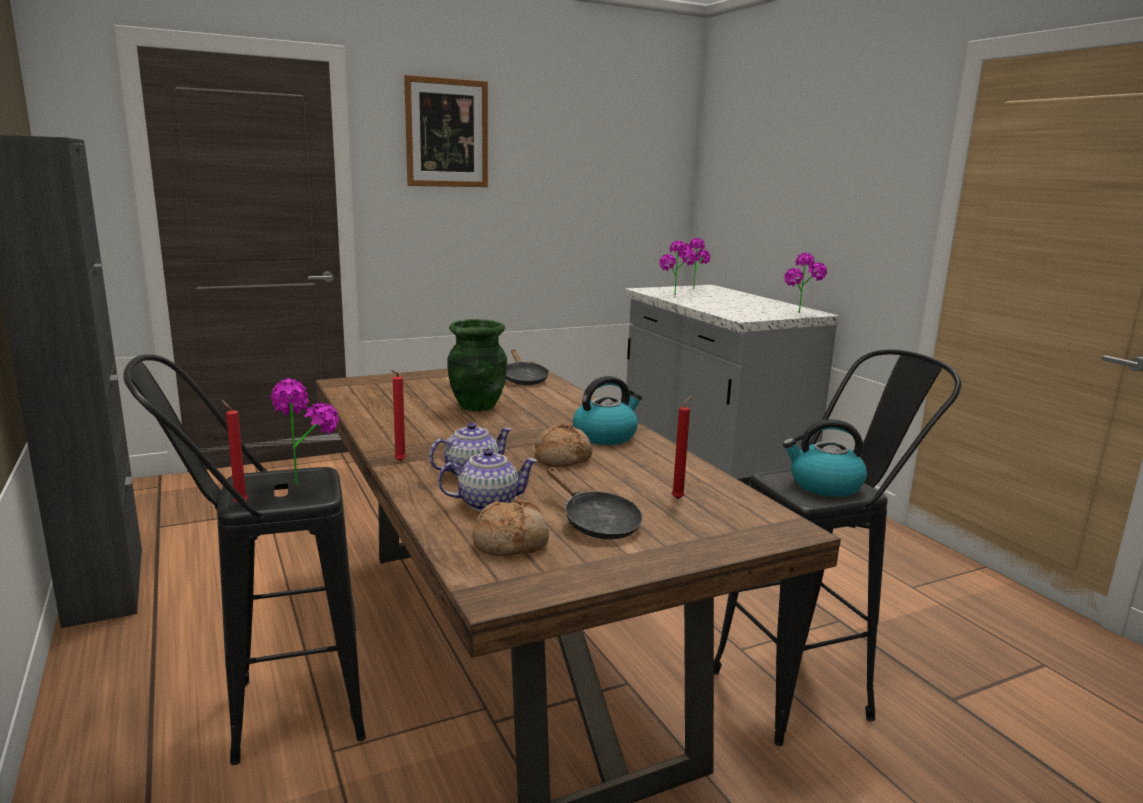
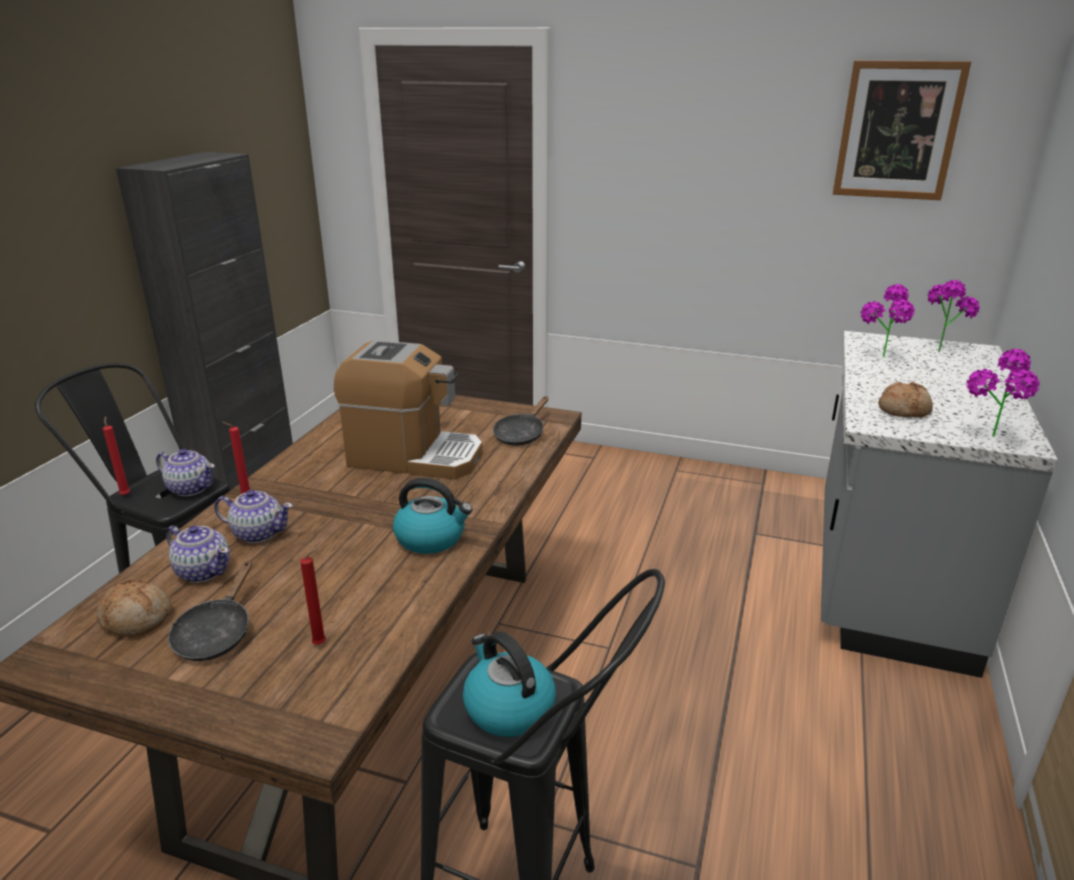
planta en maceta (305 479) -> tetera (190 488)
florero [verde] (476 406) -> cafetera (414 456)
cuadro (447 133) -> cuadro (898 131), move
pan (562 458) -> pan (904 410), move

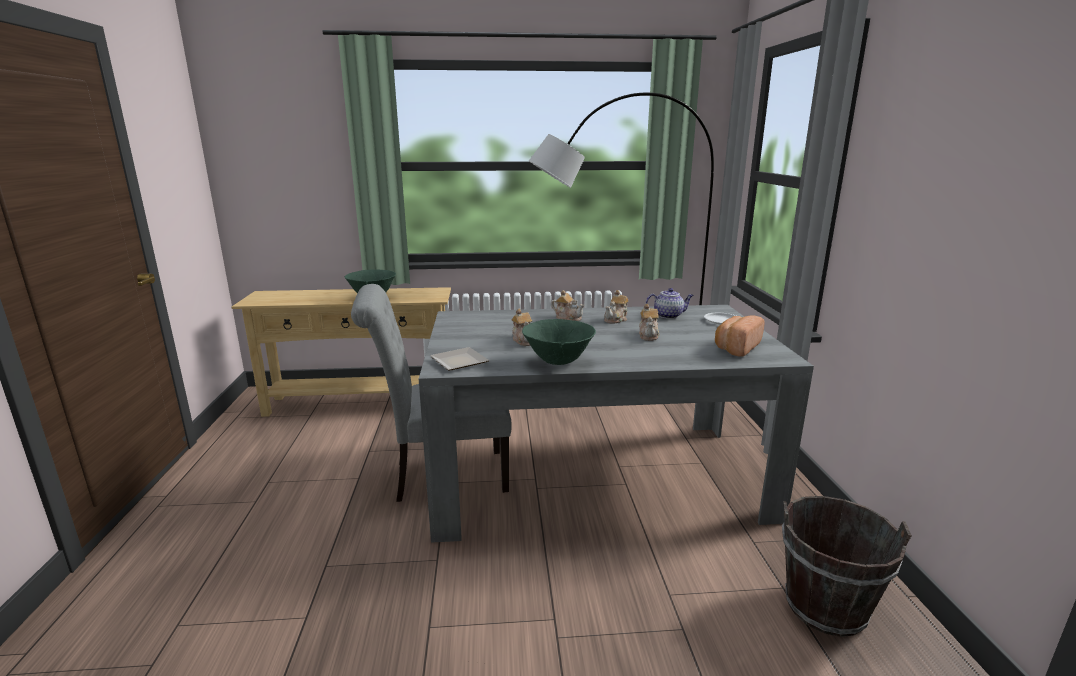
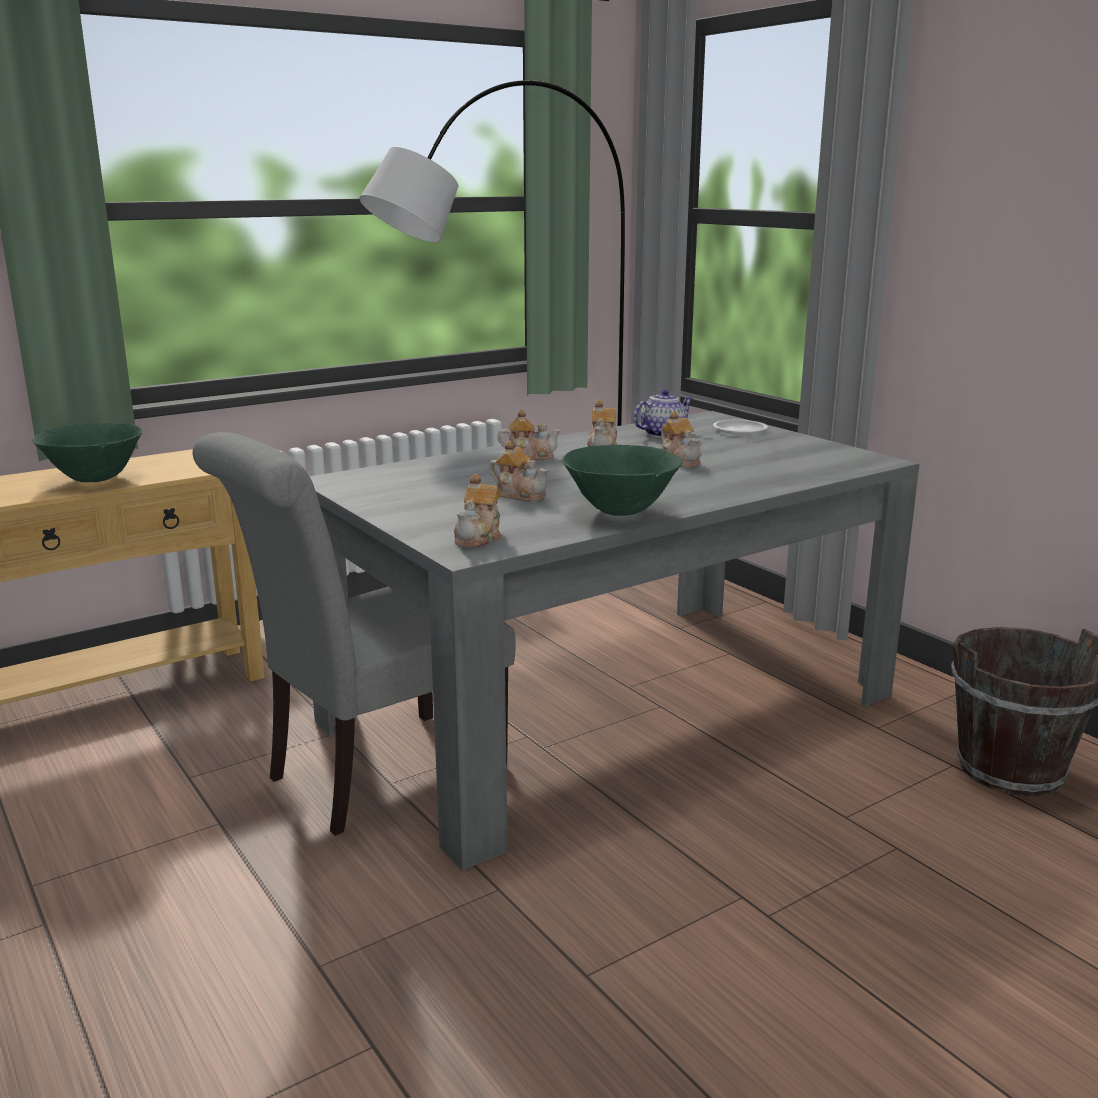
plato (461 362) -> tetera (479 538)
pan (736 348) -> none

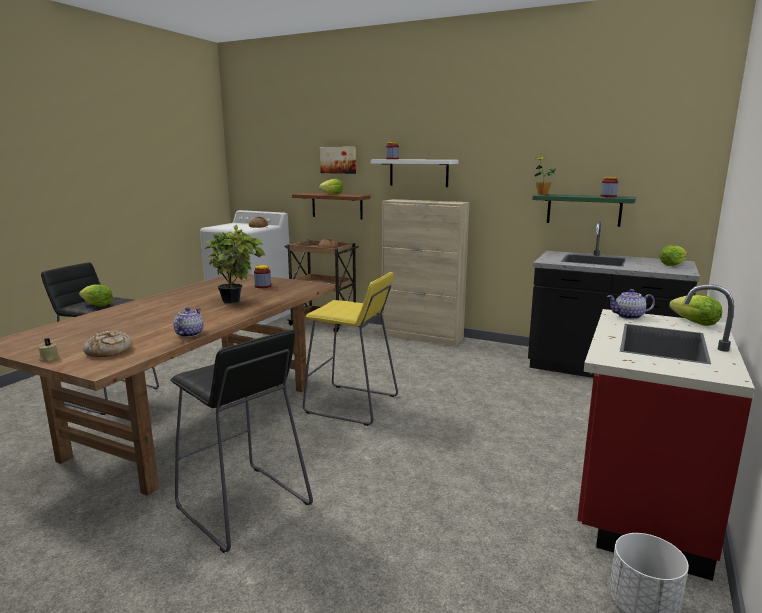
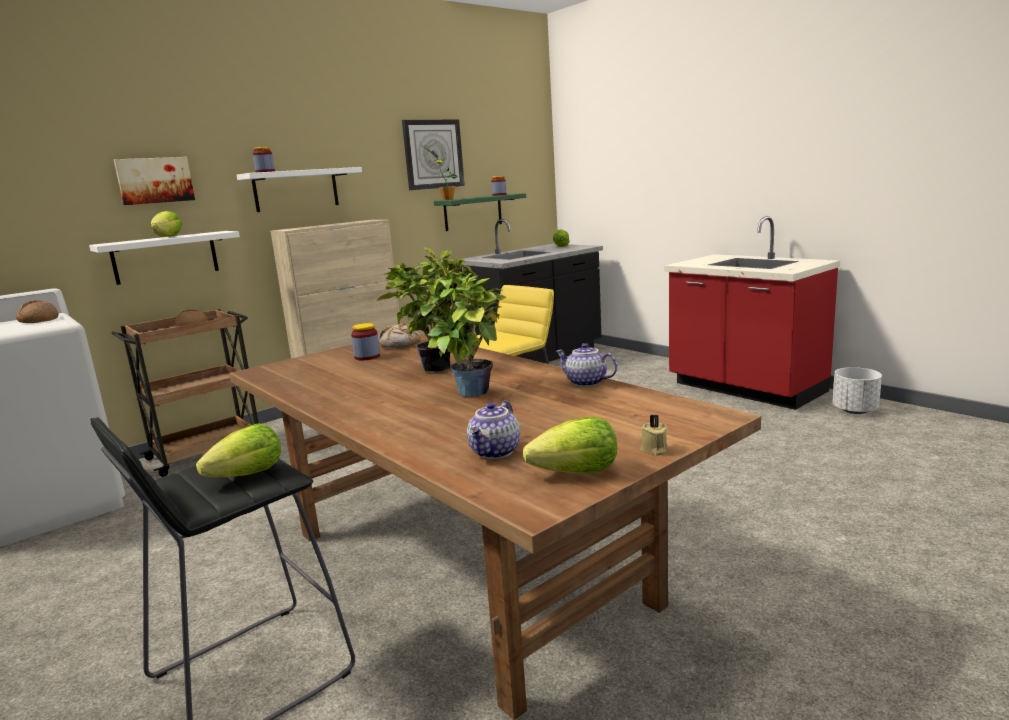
estante [marrón] (337 206) -> estante [blanco] (165 257)
pan (108 351) -> pan (400 344), move
none -> planta en maceta (464 393)
none -> reloj de pared (433 154)
tetera (628 317) -> tetera (496 452), move
lechuga (695 323) -> lechuga (577 473), move
taburete [negro] (242 506) -> none

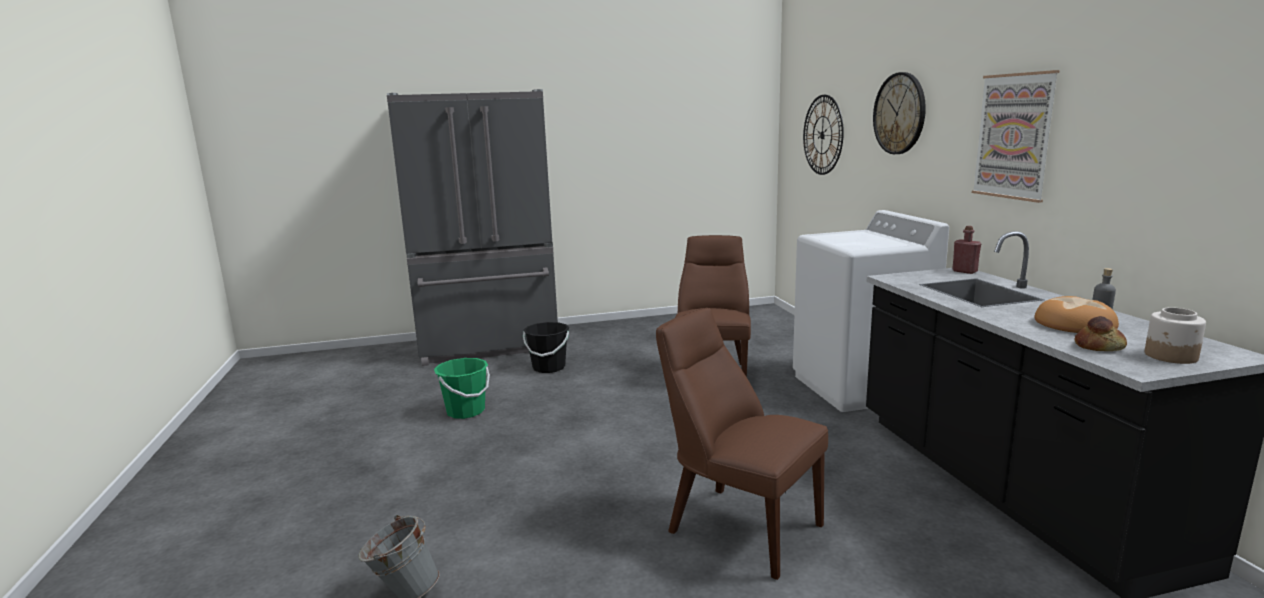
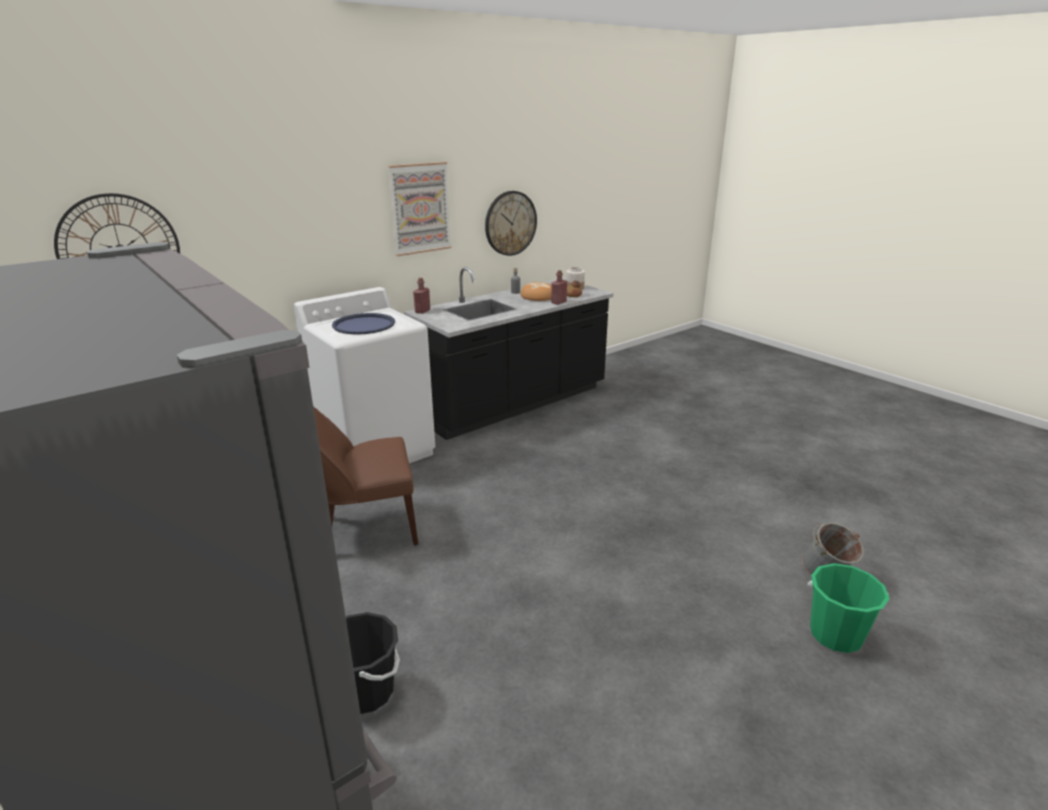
none -> bandeja [azul] (363 325)
reloj de pared (899 113) -> reloj de pared (510 223), move
none -> botella [rojo] (558 302)
cubo [verde] (465 411) -> cubo [verde] (836 635), move
silla [marrón] (738 526) -> none

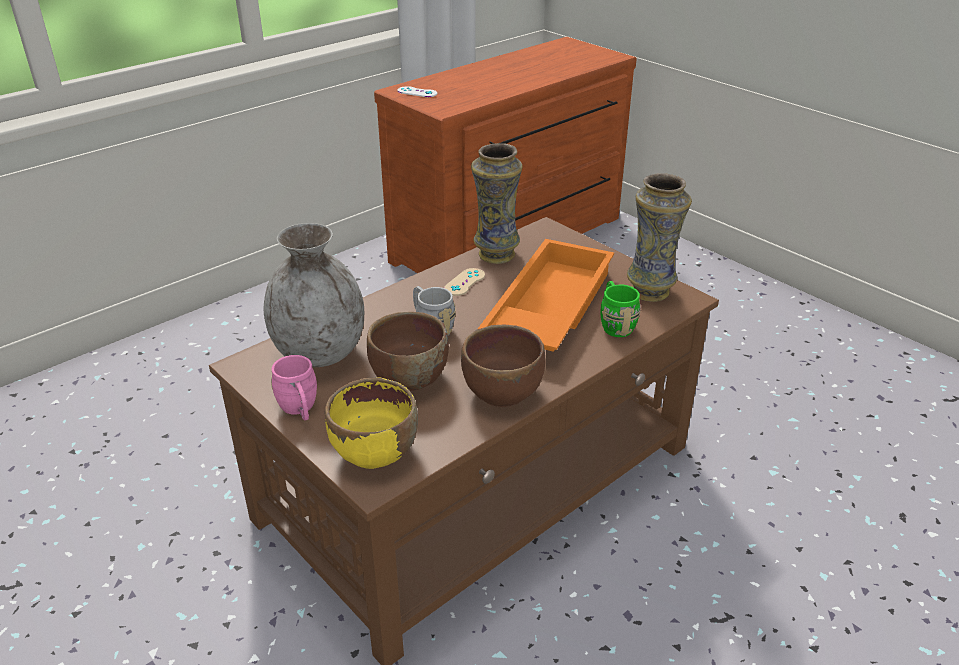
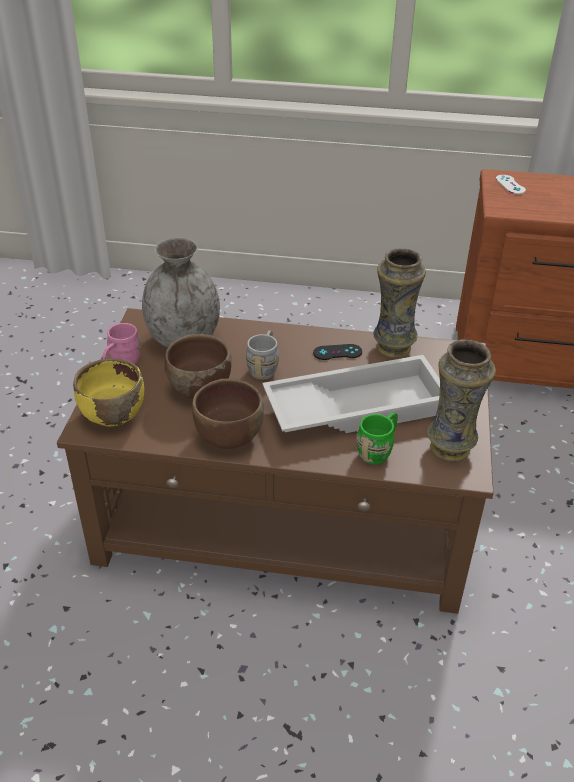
bandeja [naranja] (547 308) -> bandeja [blanco] (356 406)
mando de consola [beis] (464 282) -> mando de consola [negro] (337 352)

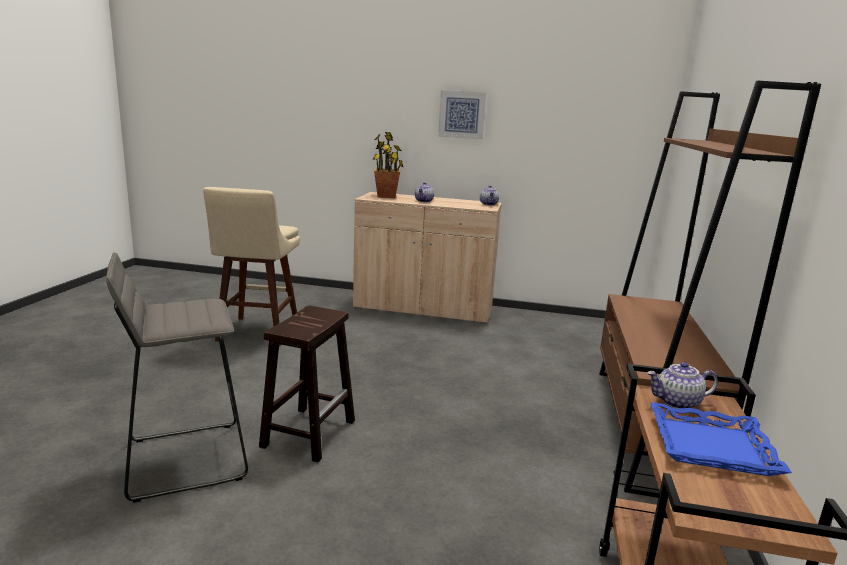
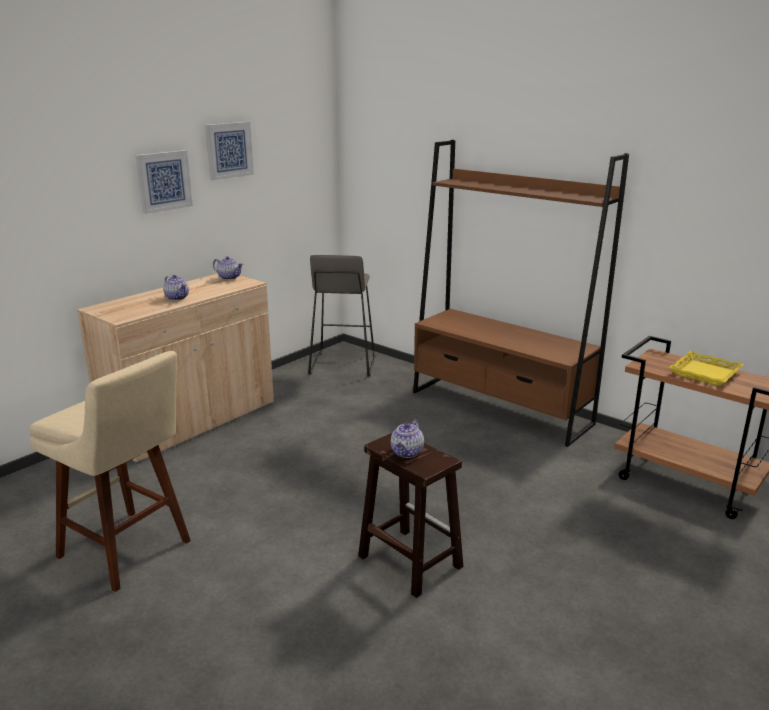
none -> cuadro (229 150)
taburete [gris] (186 459) -> taburete [gris] (342 364), move
tetera (677 402) -> tetera (407 452), move
bandeja [azul] (711 447) -> bandeja [amarillo] (705 373)
planta en maceta (386 196) -> none

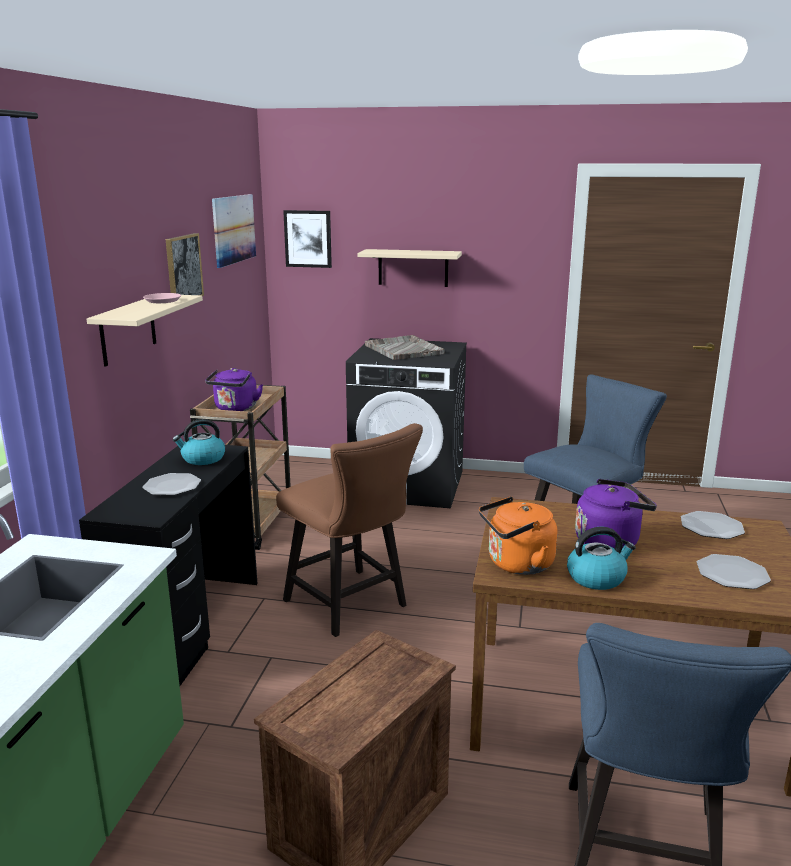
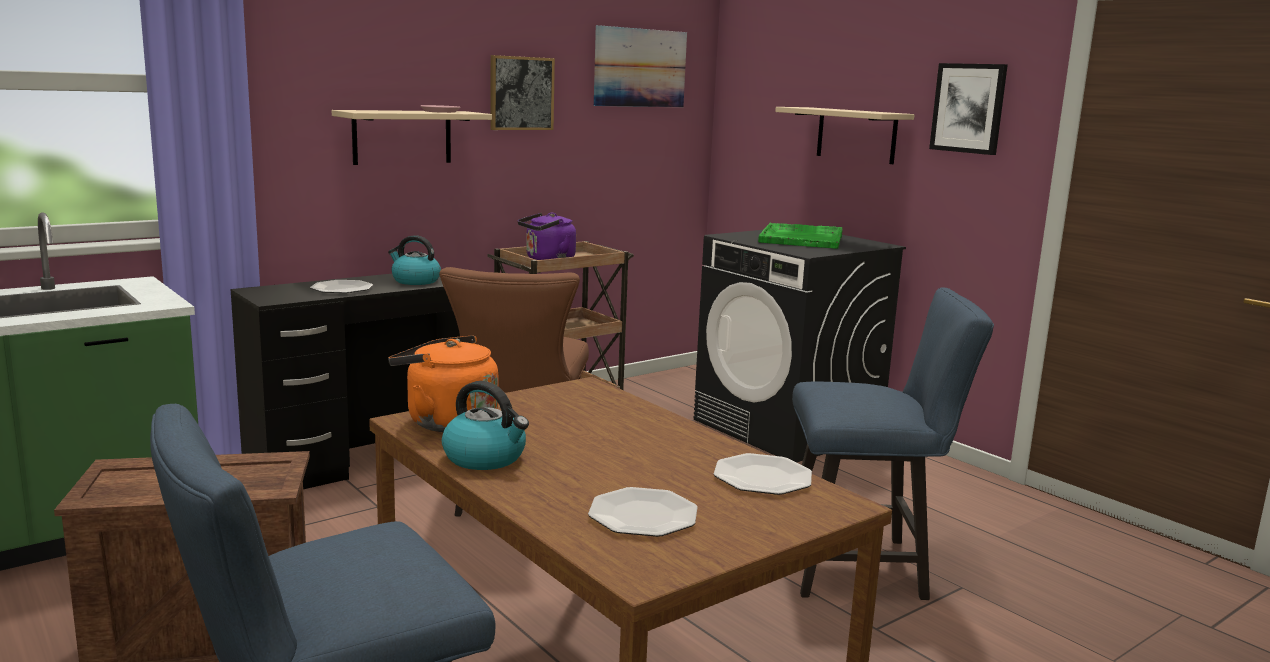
bandeja [gris] (403 349) -> bandeja [verde] (802 238)
cuadro (308 238) -> cuadro (968 108), move
hervidor [morado] (610 541) -> none

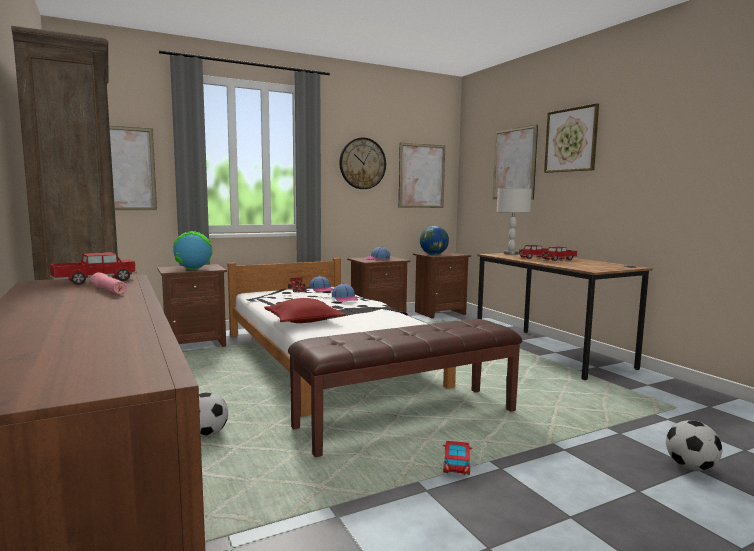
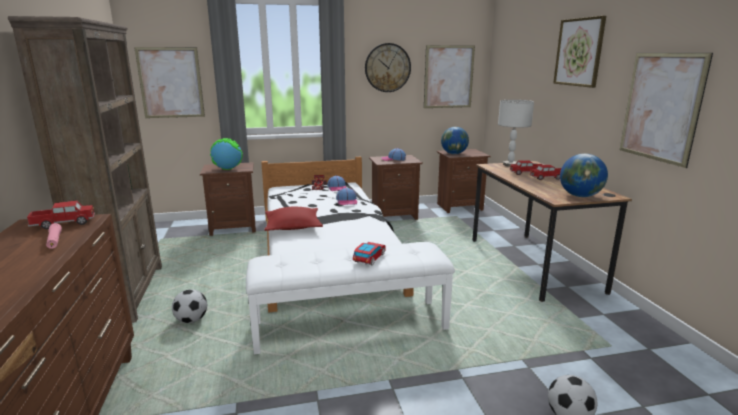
banco [marrón] (407 418) -> banco [blanco] (350 325)
coche de juguete (456 465) -> coche de juguete (369 258), move
none -> globo terráqueo (580 196)
cuadro (514 164) -> cuadro (661 107), move

